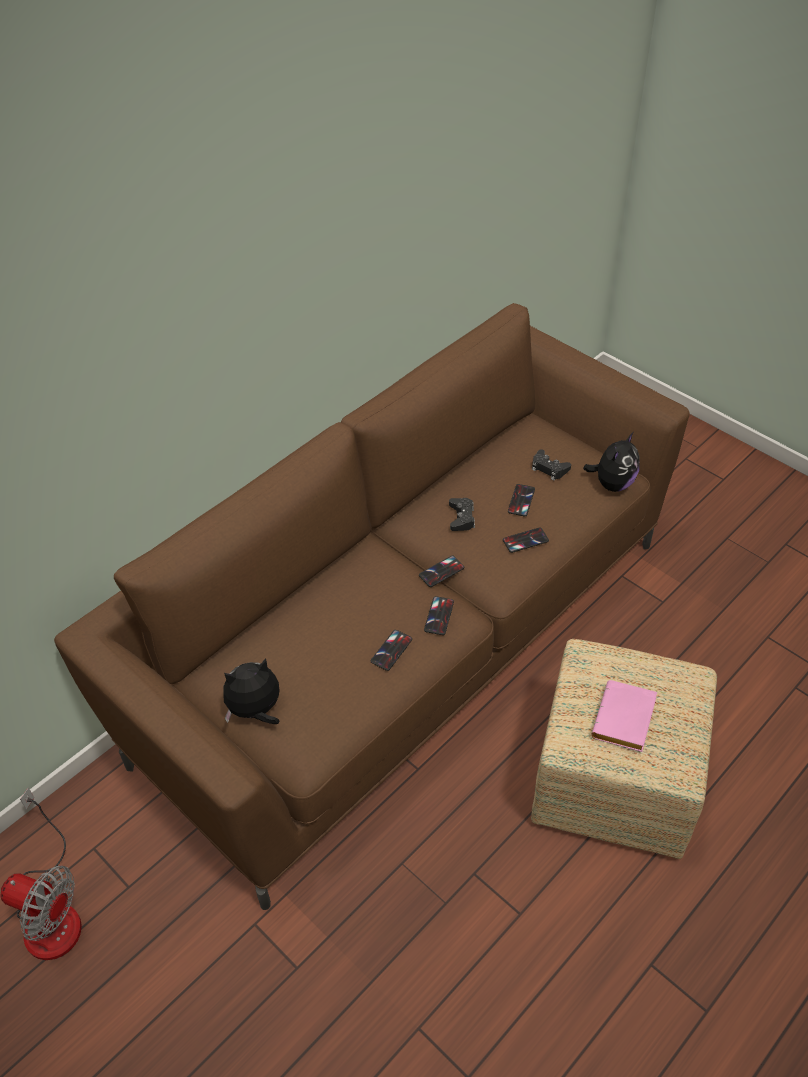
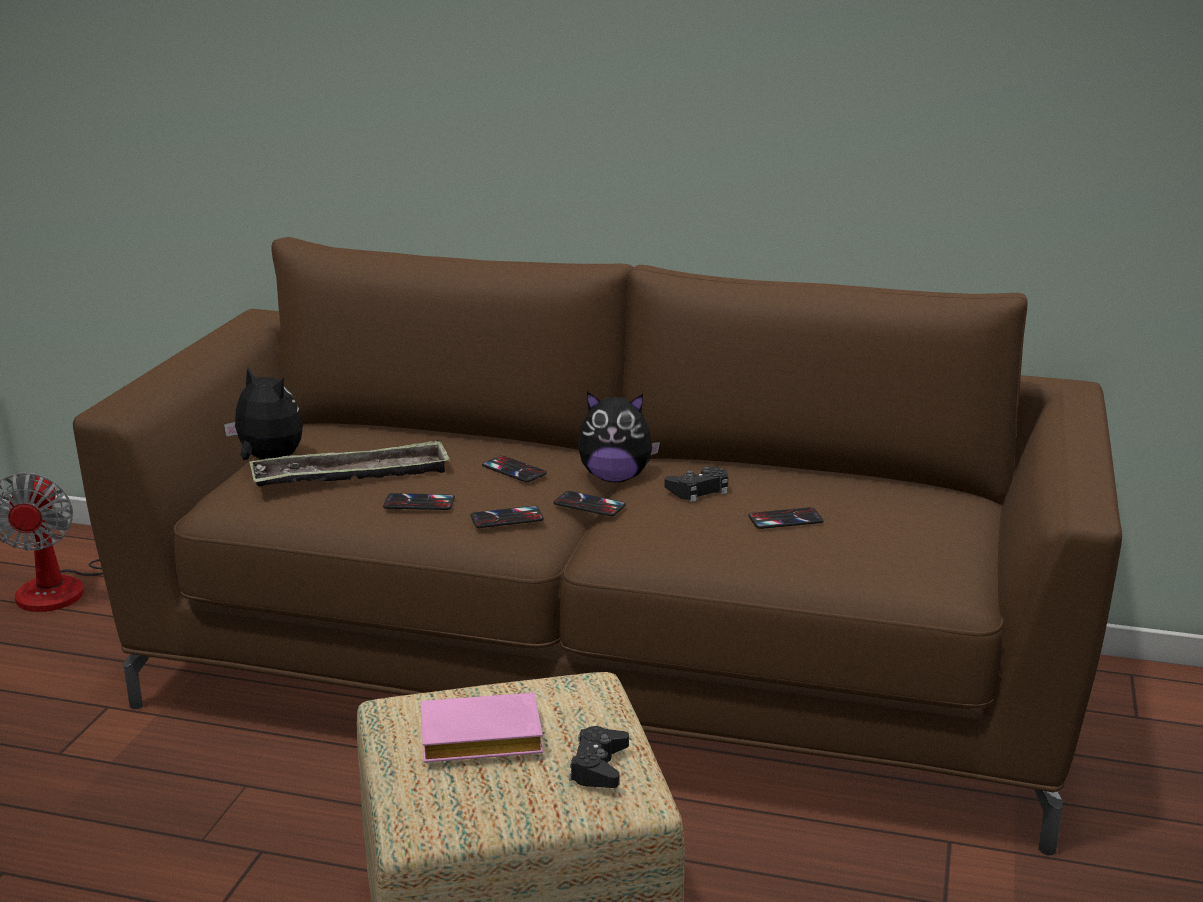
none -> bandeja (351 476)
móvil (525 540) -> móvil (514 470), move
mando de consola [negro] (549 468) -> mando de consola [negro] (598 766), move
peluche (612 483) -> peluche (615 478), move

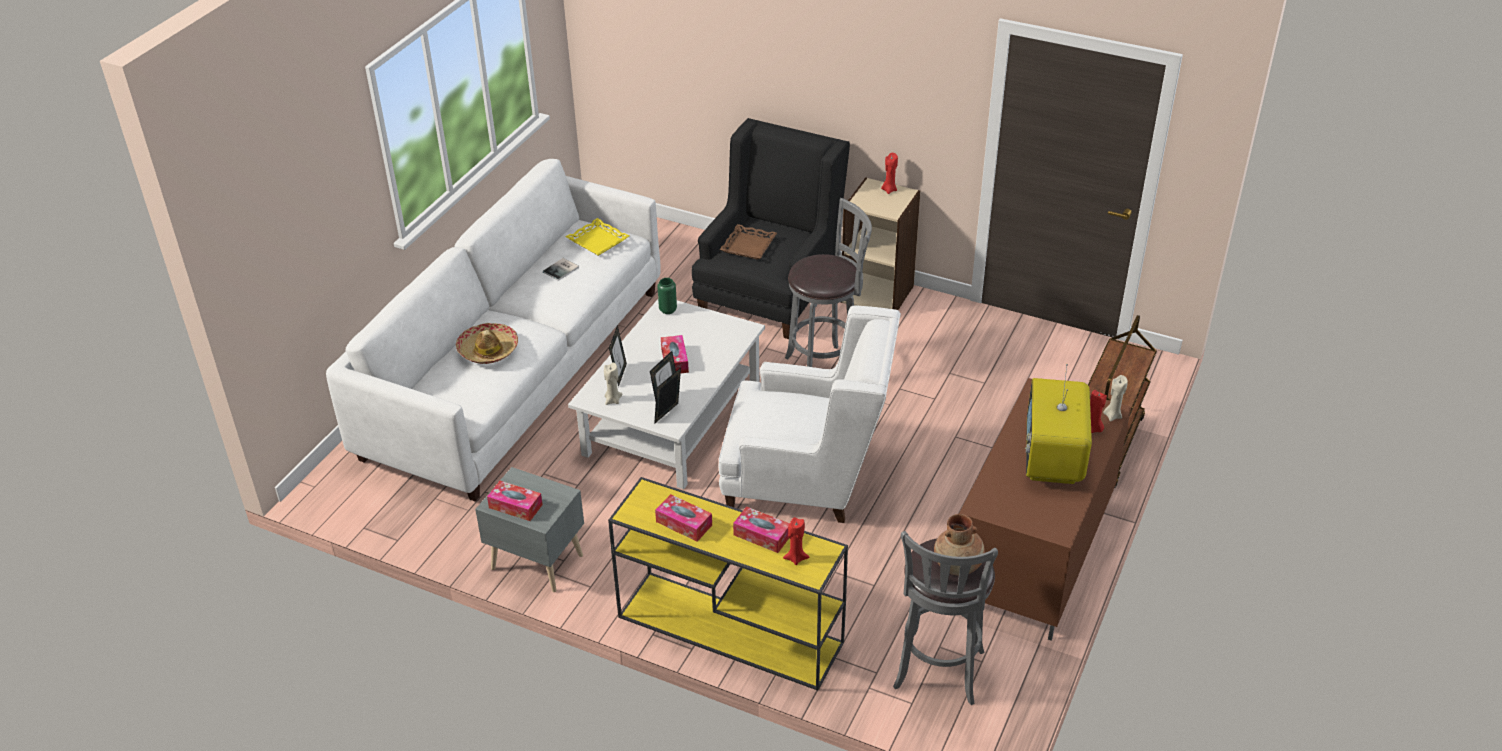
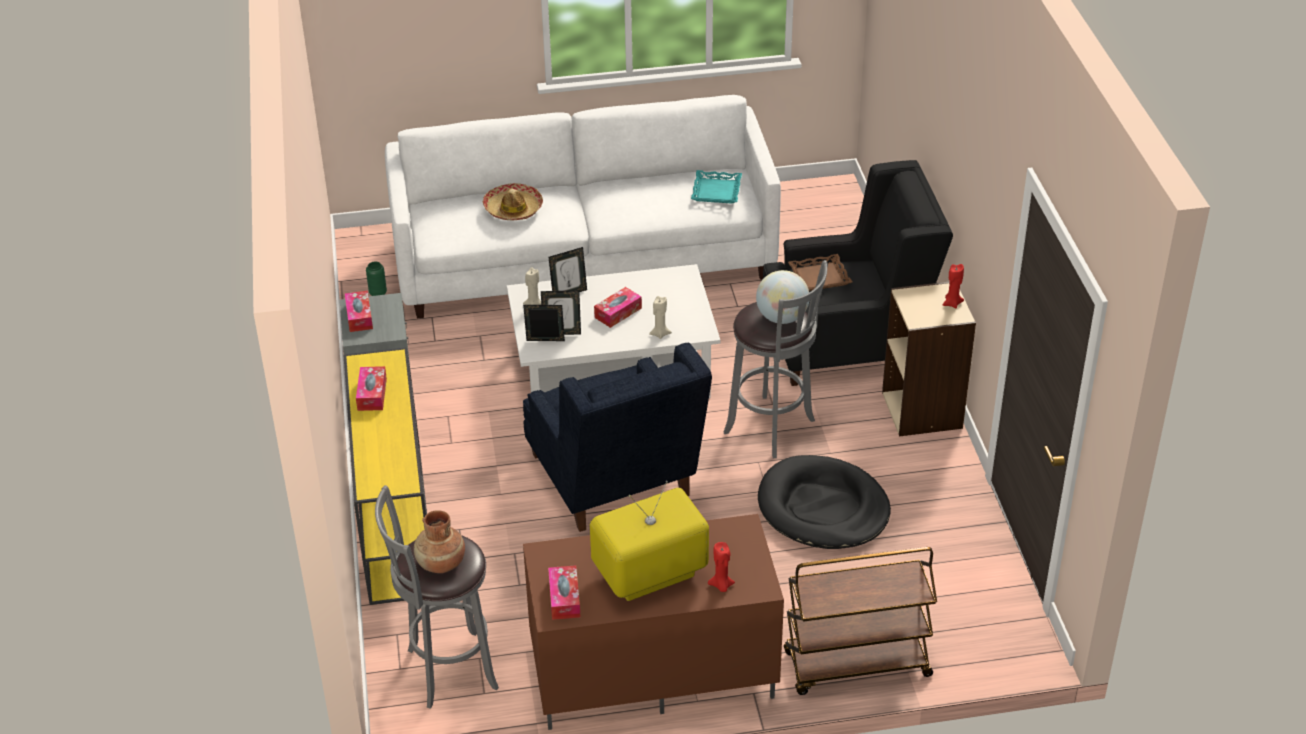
florero [verde] (668 310) -> florero [verde] (378 293), move
sillón [blanco] (808 478) -> sillón [azul] (616 484)
caja de pañuelos (762 535) -> caja de pañuelos (564 598), move
vela [beis] (1112 415) -> vela [beis] (660 334), move
bandeja [amarillo] (598 241) -> bandeja [turquesa] (717 191)
none -> globo terráqueo (782 318)
none -> cama para perro [negro] (823 508)
libro (562 270) -> none
vela [rojo] (796 558) -> none

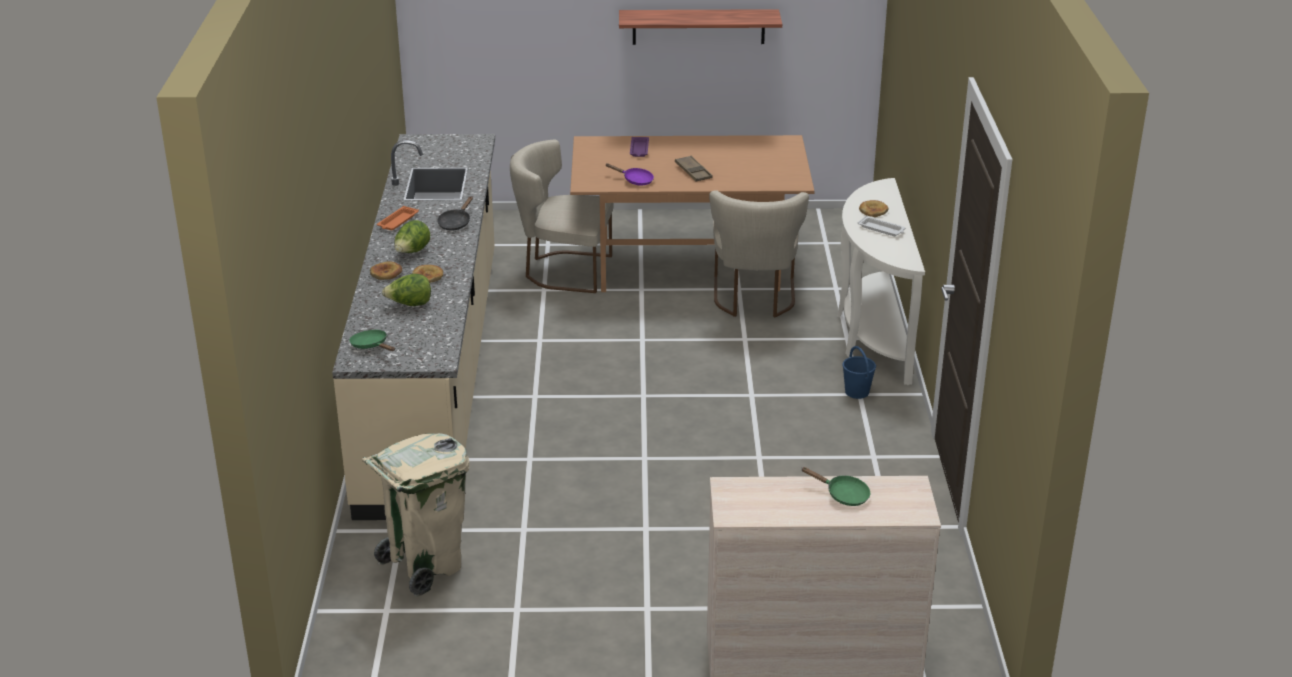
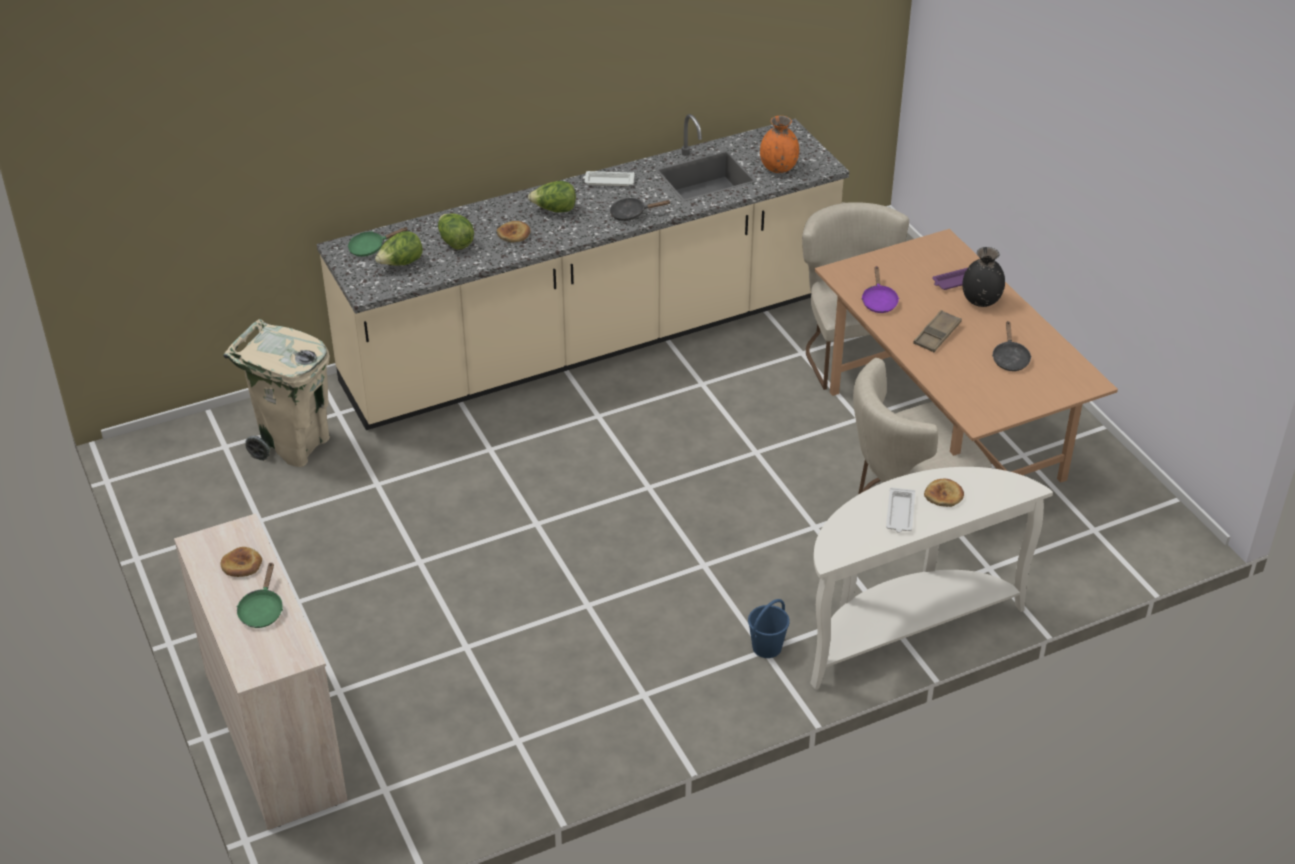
pan (386 273) -> pan (242 565), move
sartén [verde] (371 346) -> sartén [verde] (370 248), 135 degrees counterclockwise
none -> lechuga (401 264)
bandeja [naranja] (397 221) -> bandeja [blanco] (608 181)
none -> florero [naranja] (778 168)
none -> florero [negro] (980 300)
none -> sartén [negro] (1010 358)
estante (698 26) -> none

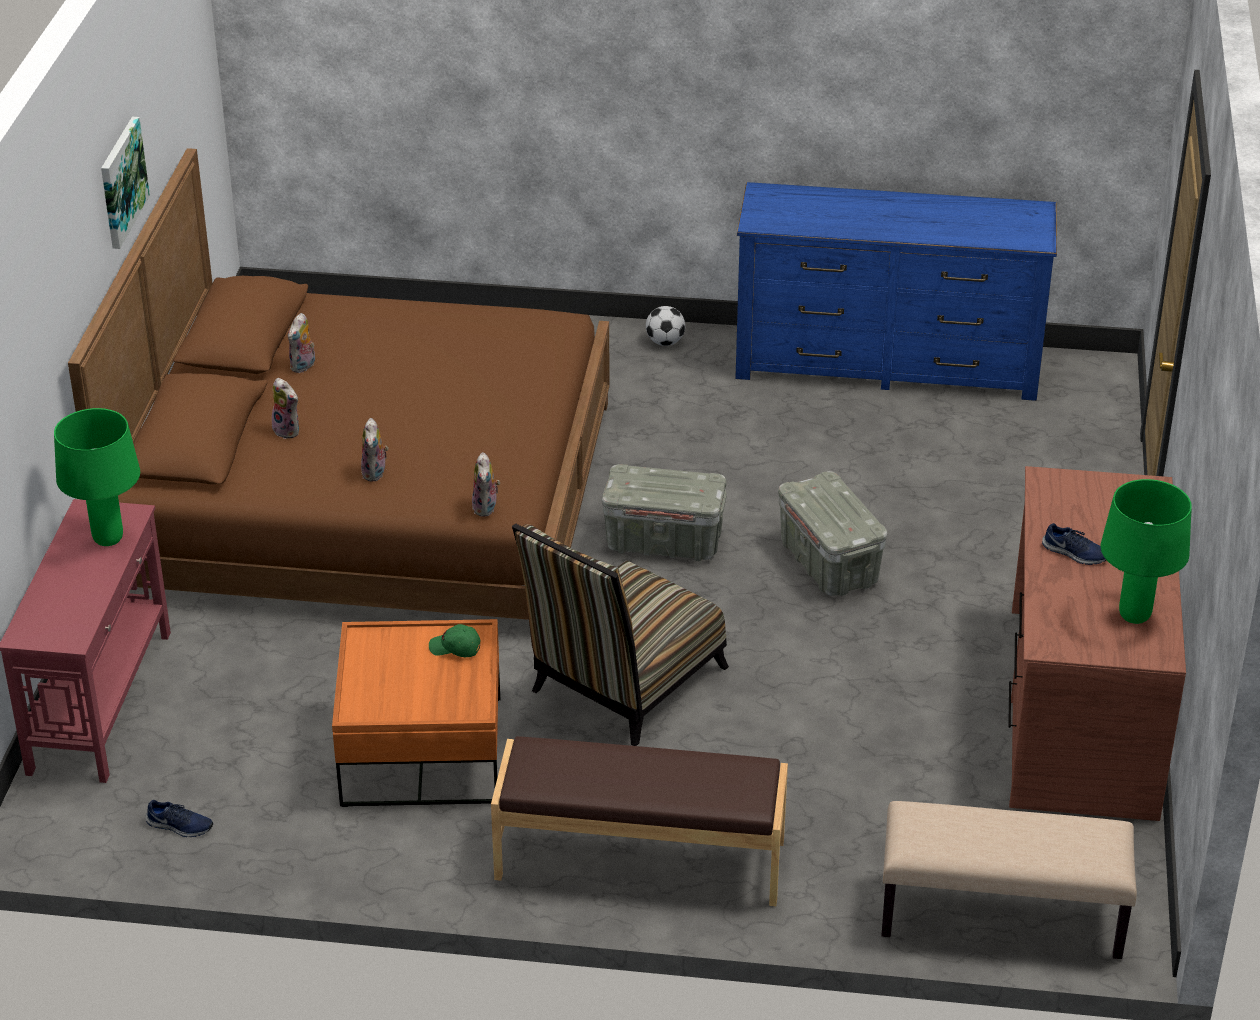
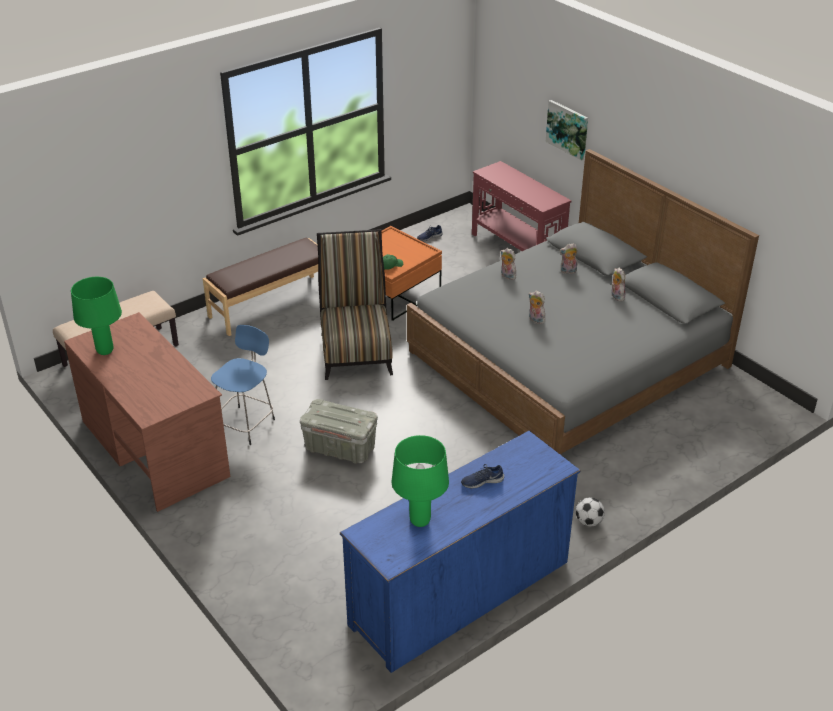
none -> taburete [azul] (246 424)
lámpara de mesa [verde] (109 539) -> lámpara de mesa [verde] (419 521), move
cama [marrón] (369 496) -> cama [gris] (568 358)
zapato [azul] (1075 553) -> zapato [azul] (482 481), move
peluche (486 508) -> peluche (535 320), move
cuadro (121 182) -> cuadro (568 129), move
caja de almacenaje [gris] (664 542) -> none

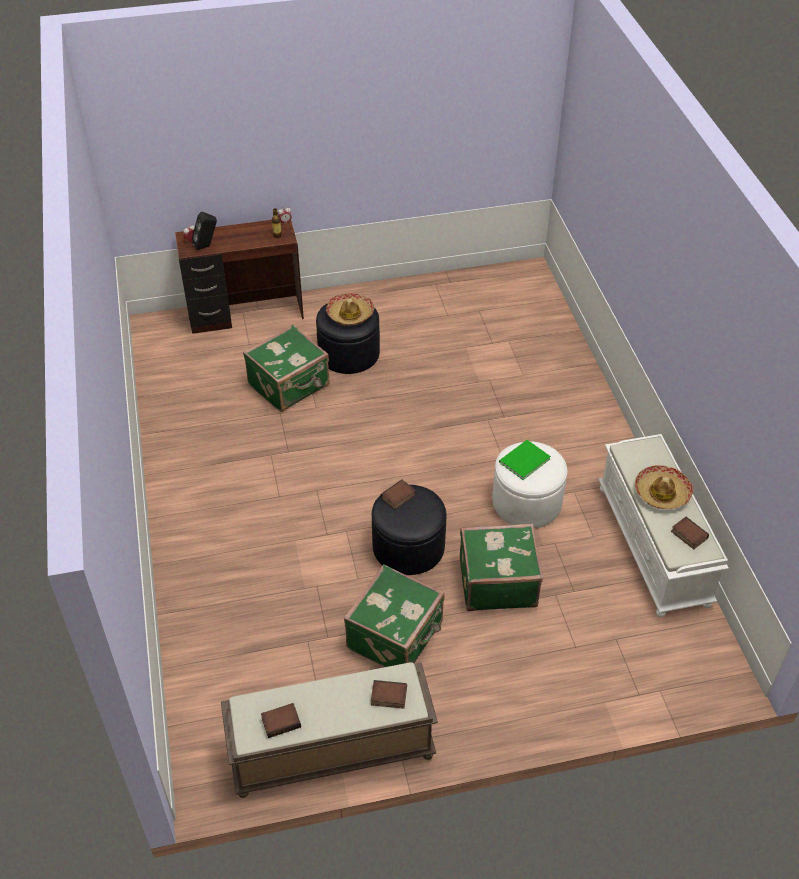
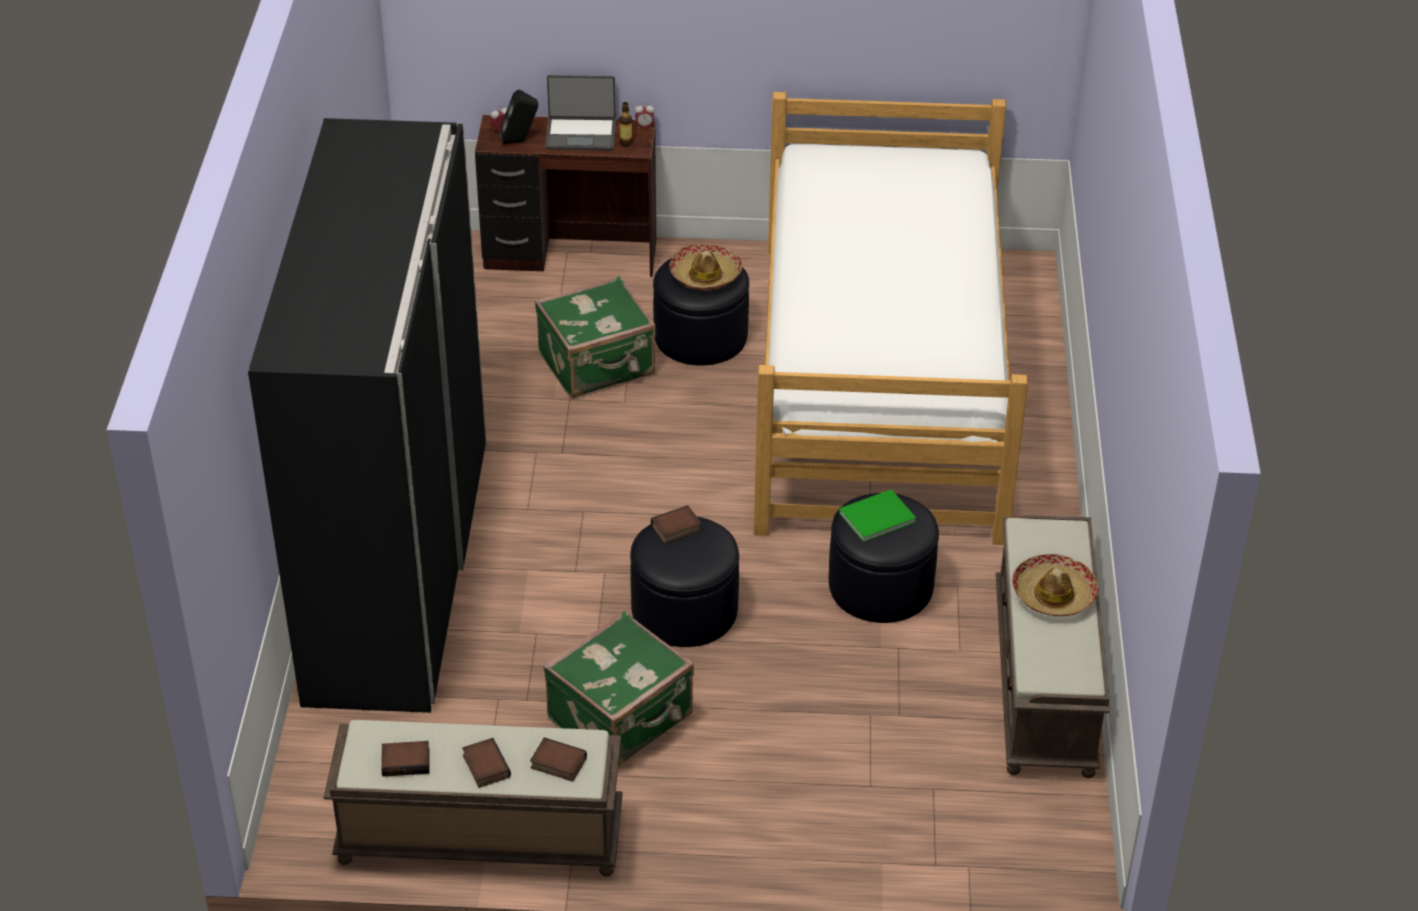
none -> armario ropero [negro] (397 569)
libro (688 535) -> libro (484 766), move
none -> portátil (581 134)
none -> cama (880 385)
puf [blanco] (526 502) -> puf [negro] (880 586)
banco [blanco] (654 546) -> banco [marrón] (1045 681)
maleta [verde] (496 582) -> none

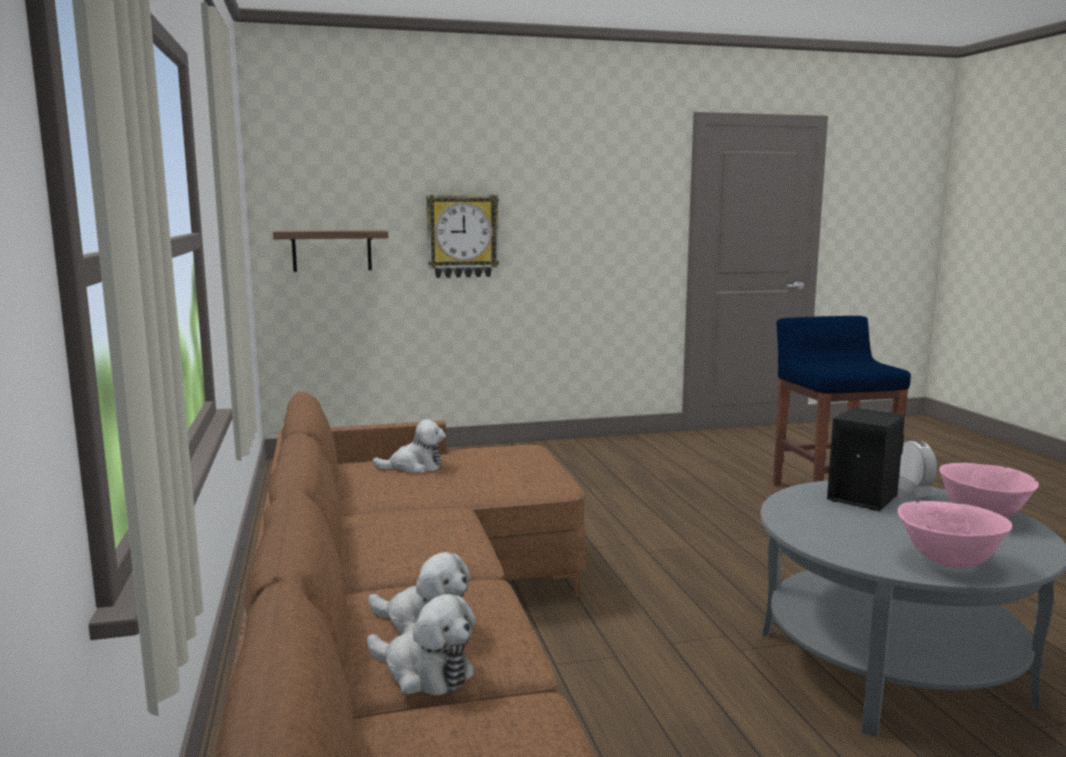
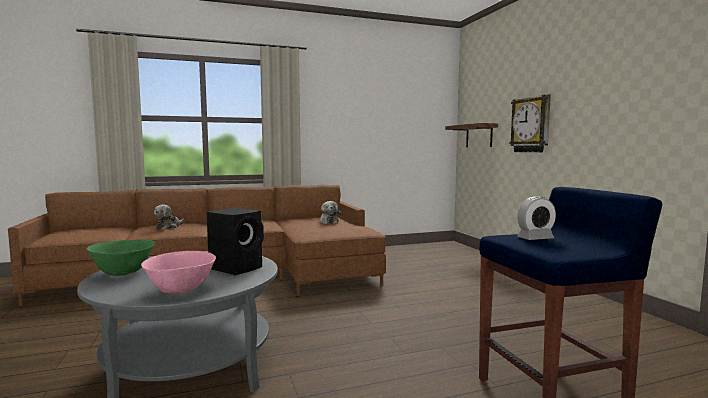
cuenco [rosa] (948 562) -> cuenco [verde] (123 273)
despertador (912 492) -> despertador (535 238), move
peluche (424 672) -> none

